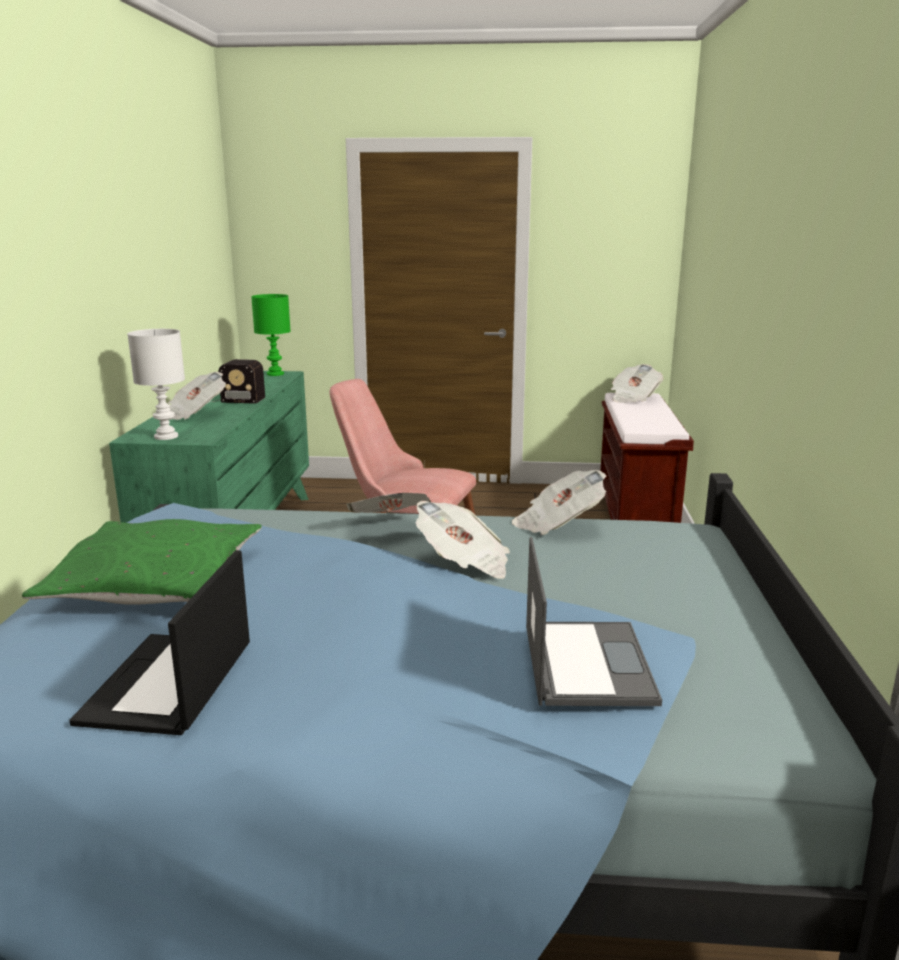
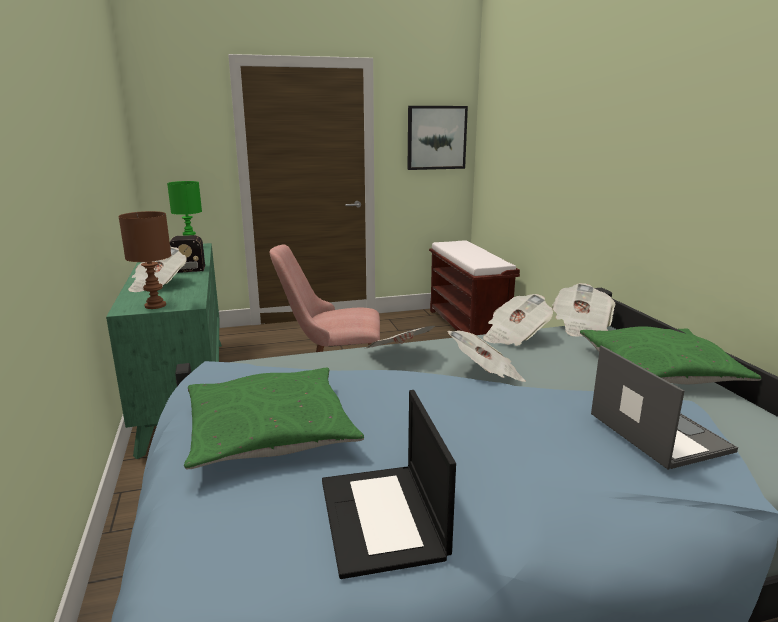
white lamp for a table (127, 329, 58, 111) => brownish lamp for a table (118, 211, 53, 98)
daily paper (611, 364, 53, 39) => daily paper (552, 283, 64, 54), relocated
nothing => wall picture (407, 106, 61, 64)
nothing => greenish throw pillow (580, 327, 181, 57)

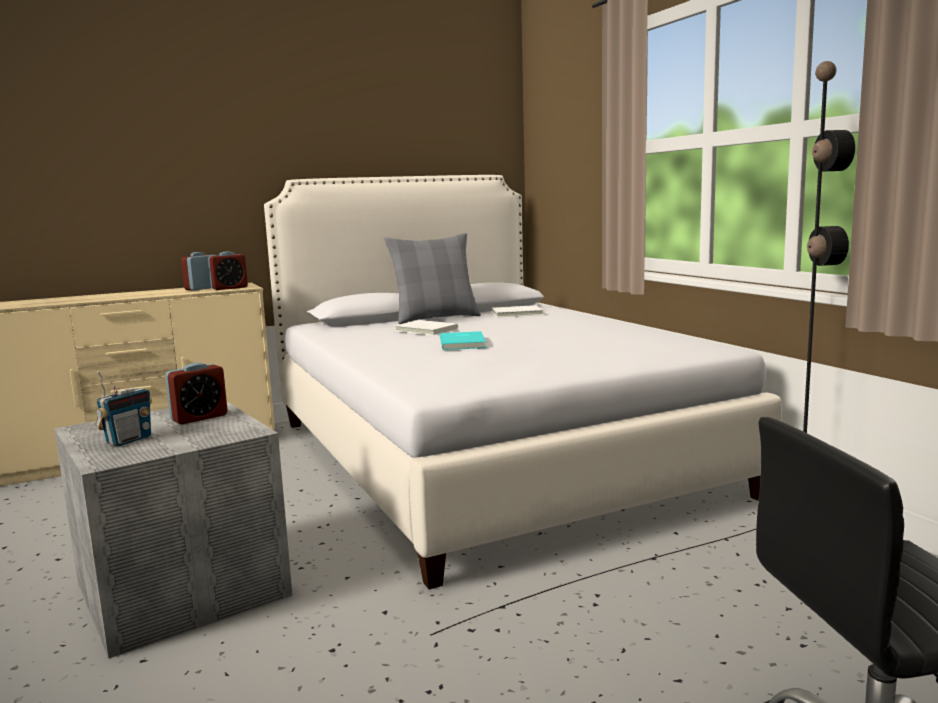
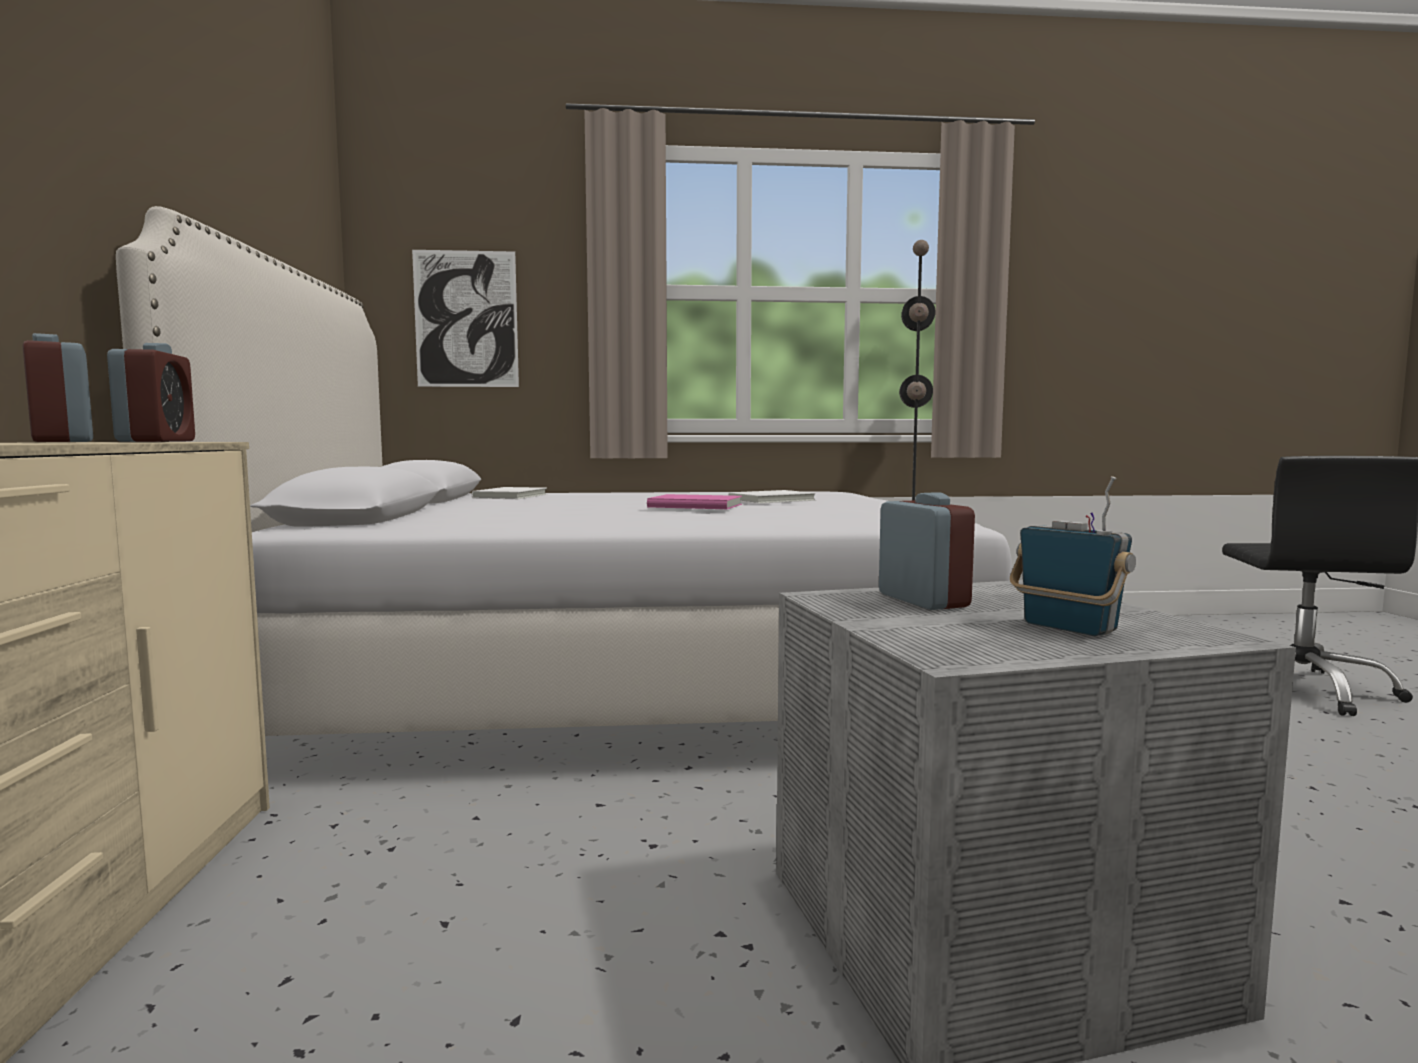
greyish throw pillow (384, 233, 97, 91) => nothing
white volume (395, 320, 63, 15) => white volume (728, 490, 88, 14), relocated
turquoise-coloured volume (440, 331, 47, 19) => pink volume (647, 494, 95, 15)
nothing => wall picture (412, 250, 107, 137)

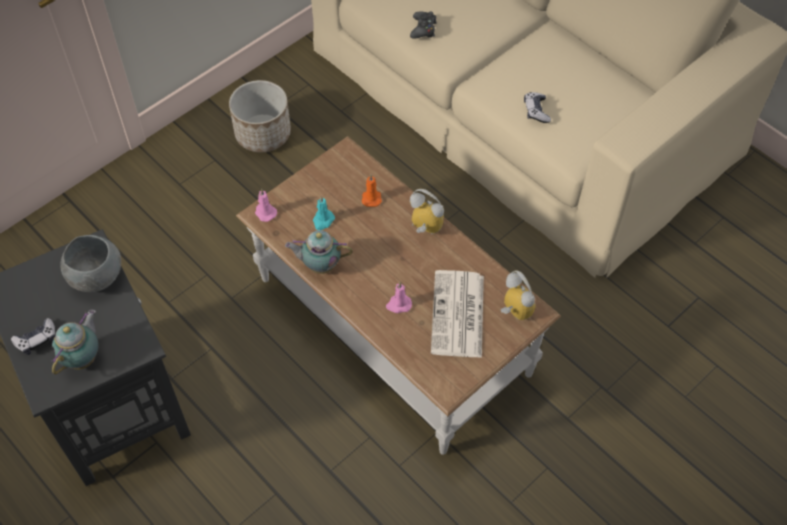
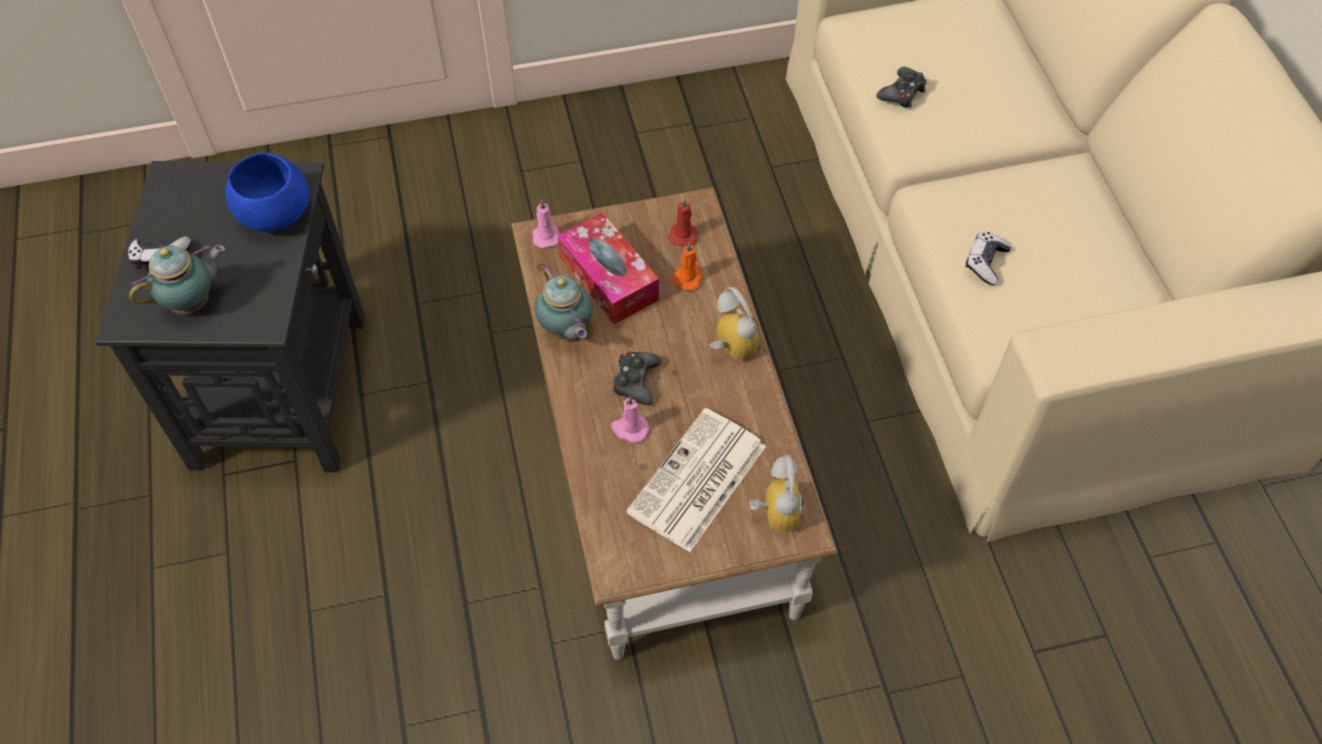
greyish deep dish (60, 235, 61, 57) => blue deep dish (225, 152, 85, 80)
plant pot (229, 80, 62, 72) => nothing
tea pot (285, 230, 68, 44) => tea pot (535, 265, 58, 75), 150 degrees counterclockwise
turquoise-coloured candle (313, 196, 22, 34) => tissue holder (557, 212, 102, 112)
nothing => black-coloured game controller (612, 351, 49, 54)
nothing => red-coloured candle (668, 198, 29, 48)

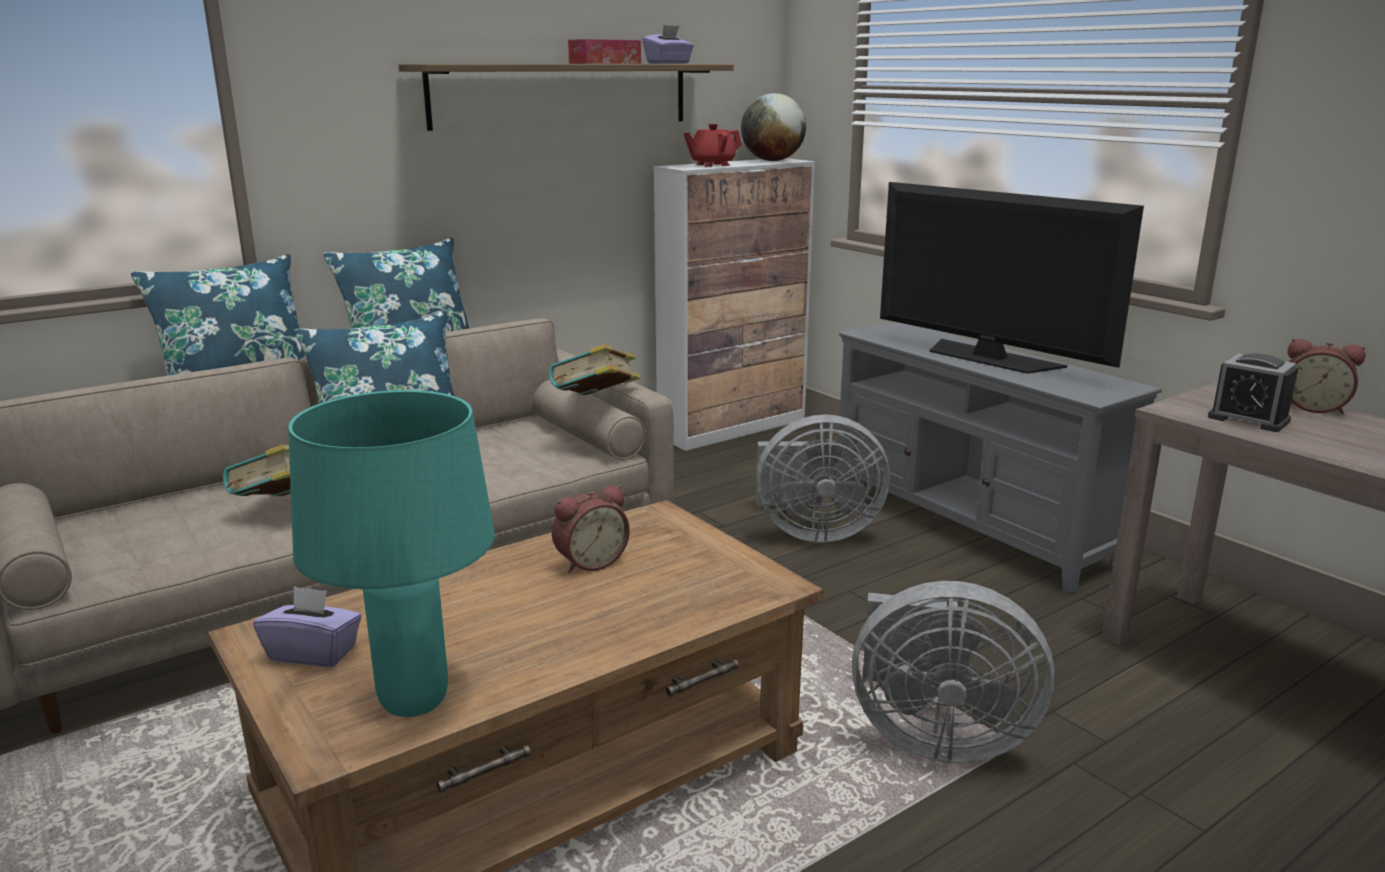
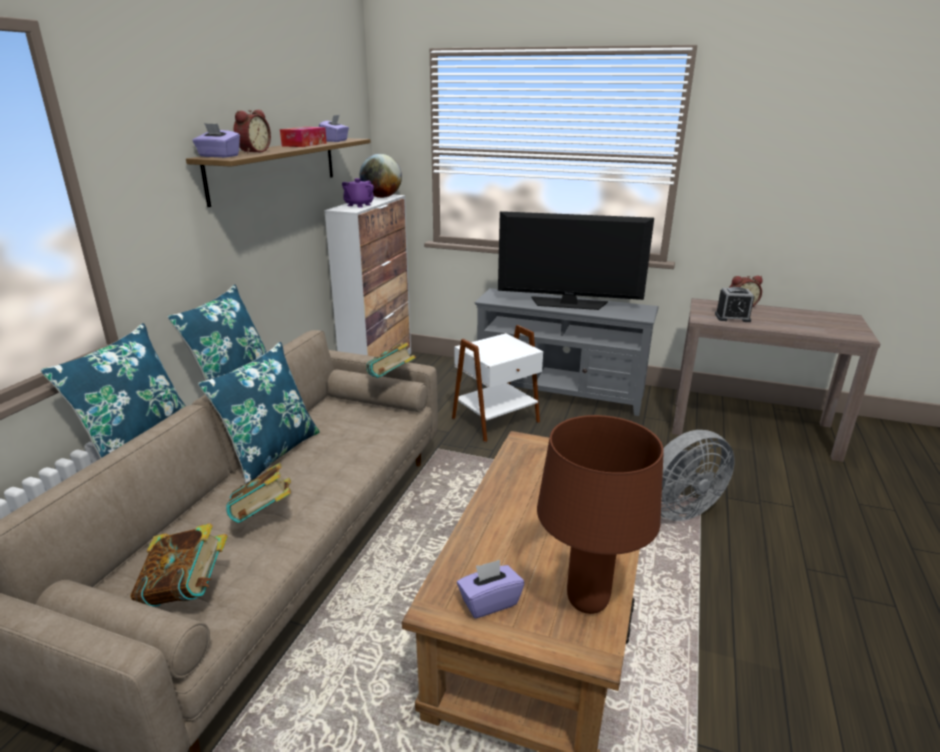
turquoise-coloured lamp for a table (288, 390, 207, 327) => brownish lamp for a table (537, 415, 127, 199)
table clock (552, 485, 78, 88) => table clock (234, 110, 37, 44), relocated
red-coloured tea pot (683, 124, 59, 43) => purplish tea pot (342, 178, 32, 30)
greyish electric fan (756, 414, 134, 128) => white side table (452, 325, 91, 117)
nothing => volume (131, 523, 97, 84)
nothing => purplish tissue holder (193, 123, 47, 35)

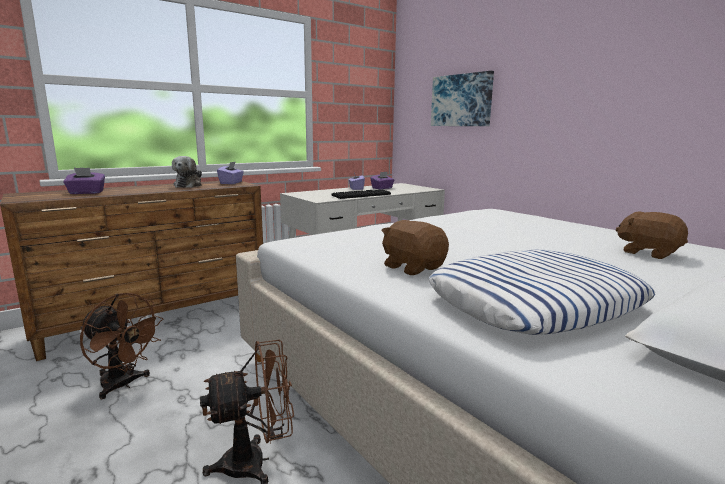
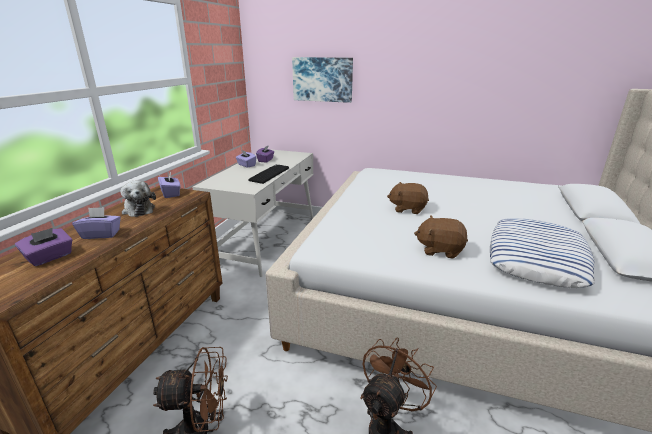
brownish plush toy (616, 211, 72, 48) => brownish plush toy (387, 182, 42, 32), relocated
nothing => purplish tissue holder (72, 207, 49, 32)

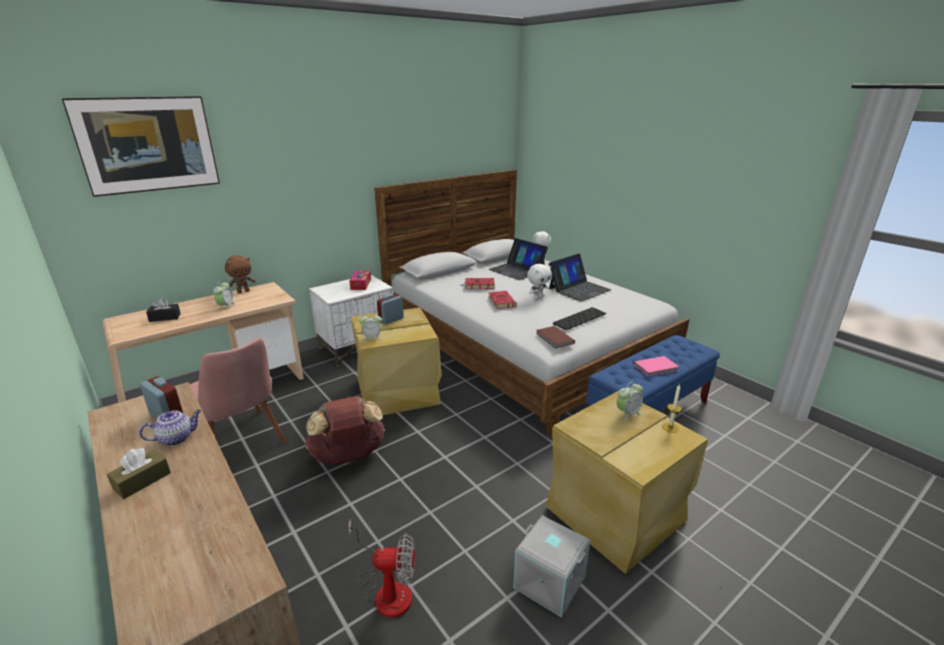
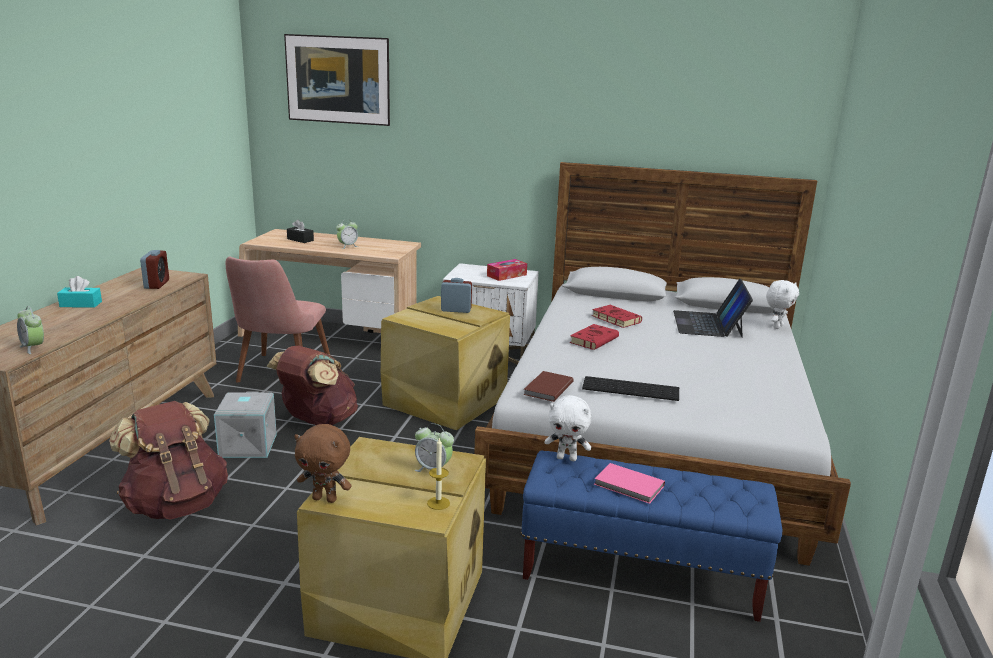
brownish tissue holder (107, 448, 64, 51) => turquoise-coloured tissue holder (57, 276, 45, 32)
tea pot (139, 410, 62, 36) => nothing
brownish plush toy (225, 255, 30, 38) => brownish plush toy (294, 424, 57, 79), relocated
electric fan (348, 519, 67, 99) => brownish backpack (109, 401, 119, 119)
table clock (359, 313, 23, 28) => table clock (17, 306, 27, 48), relocated
greyish storage box (513, 515, 77, 103) => greyish storage box (214, 391, 63, 67), relocated
white plush toy (527, 264, 25, 35) => white plush toy (544, 395, 48, 66), relocated
notebook computer (549, 253, 62, 49) => nothing

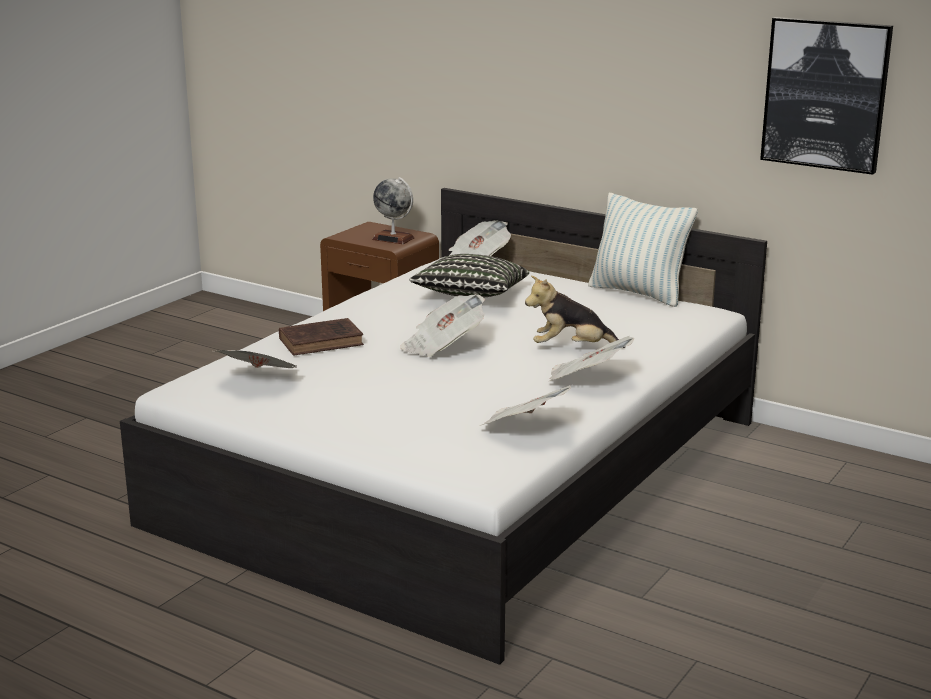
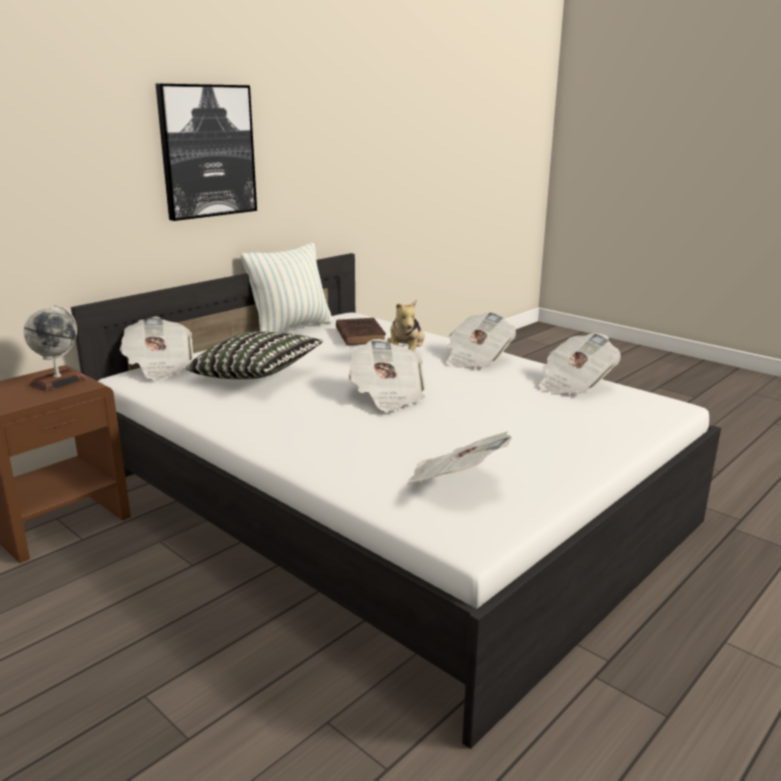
brownish volume (279, 318, 85, 38) => brownish volume (336, 318, 50, 28), relocated
wall picture (760, 17, 133, 158) => wall picture (156, 84, 101, 137), relocated

